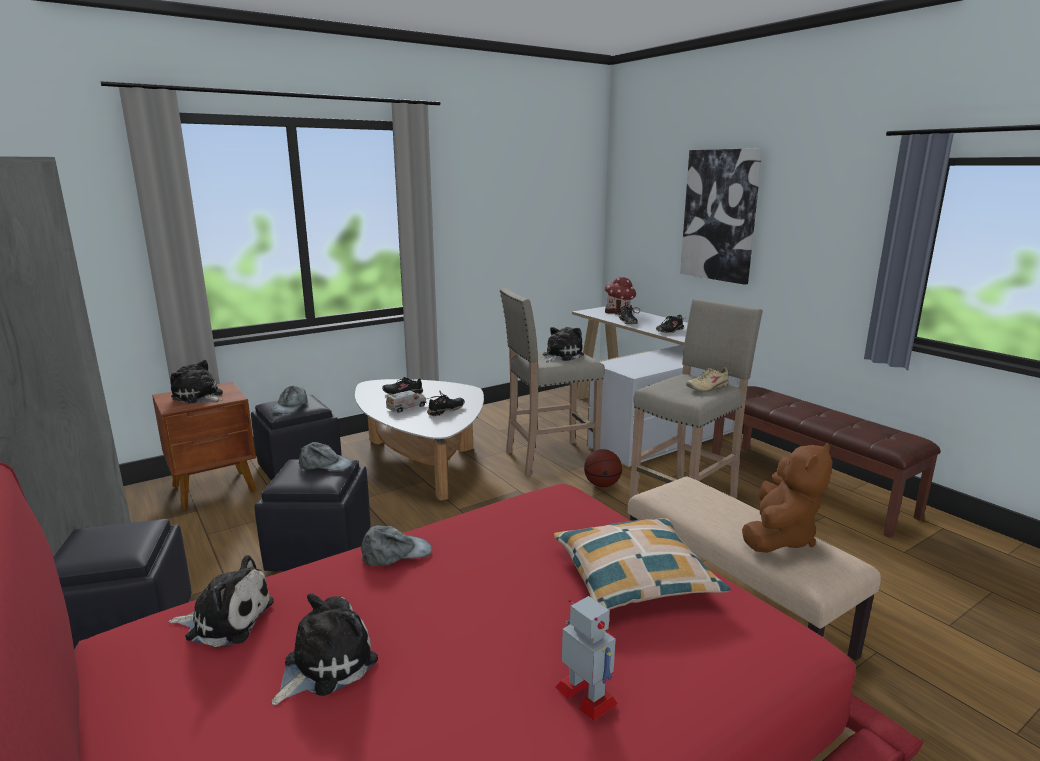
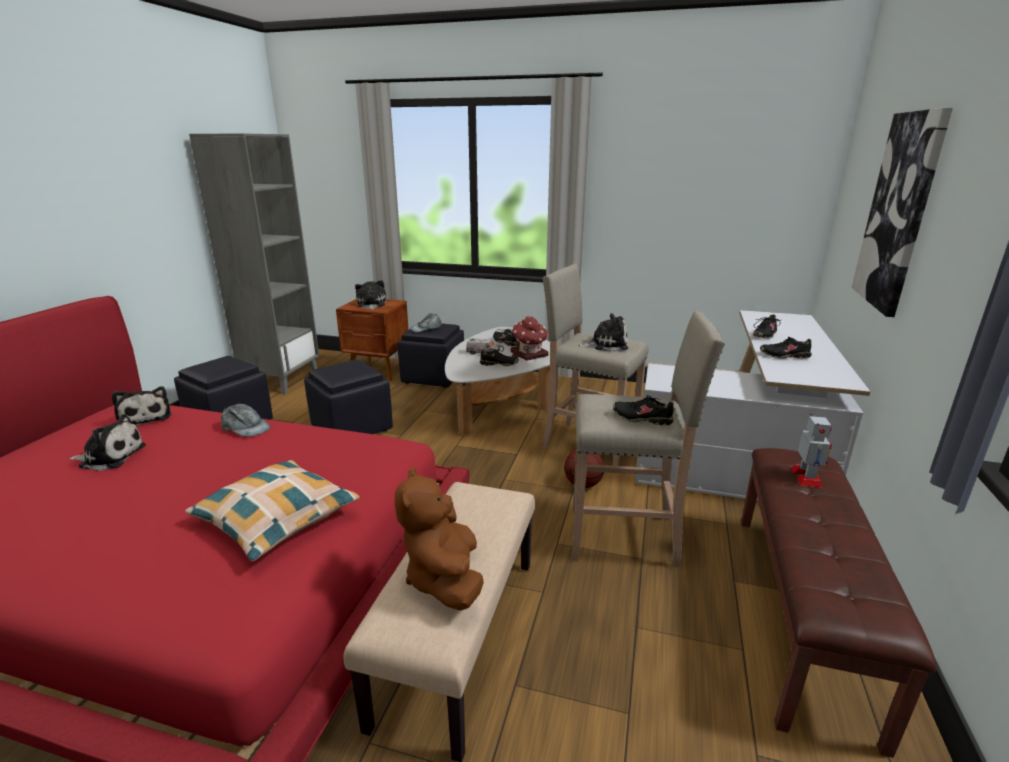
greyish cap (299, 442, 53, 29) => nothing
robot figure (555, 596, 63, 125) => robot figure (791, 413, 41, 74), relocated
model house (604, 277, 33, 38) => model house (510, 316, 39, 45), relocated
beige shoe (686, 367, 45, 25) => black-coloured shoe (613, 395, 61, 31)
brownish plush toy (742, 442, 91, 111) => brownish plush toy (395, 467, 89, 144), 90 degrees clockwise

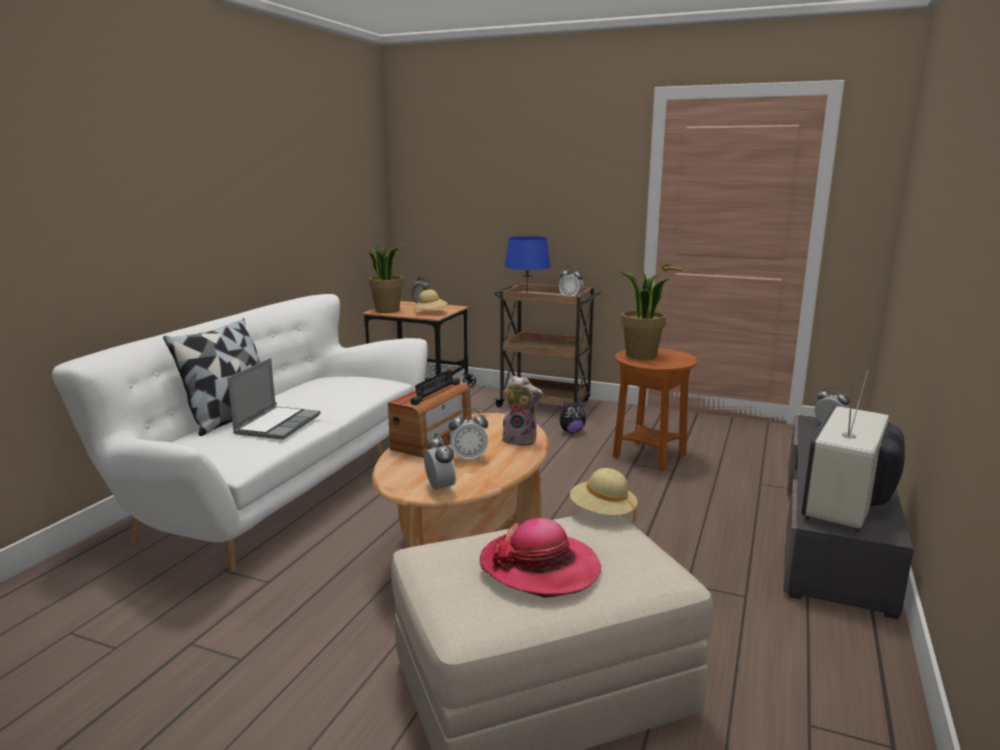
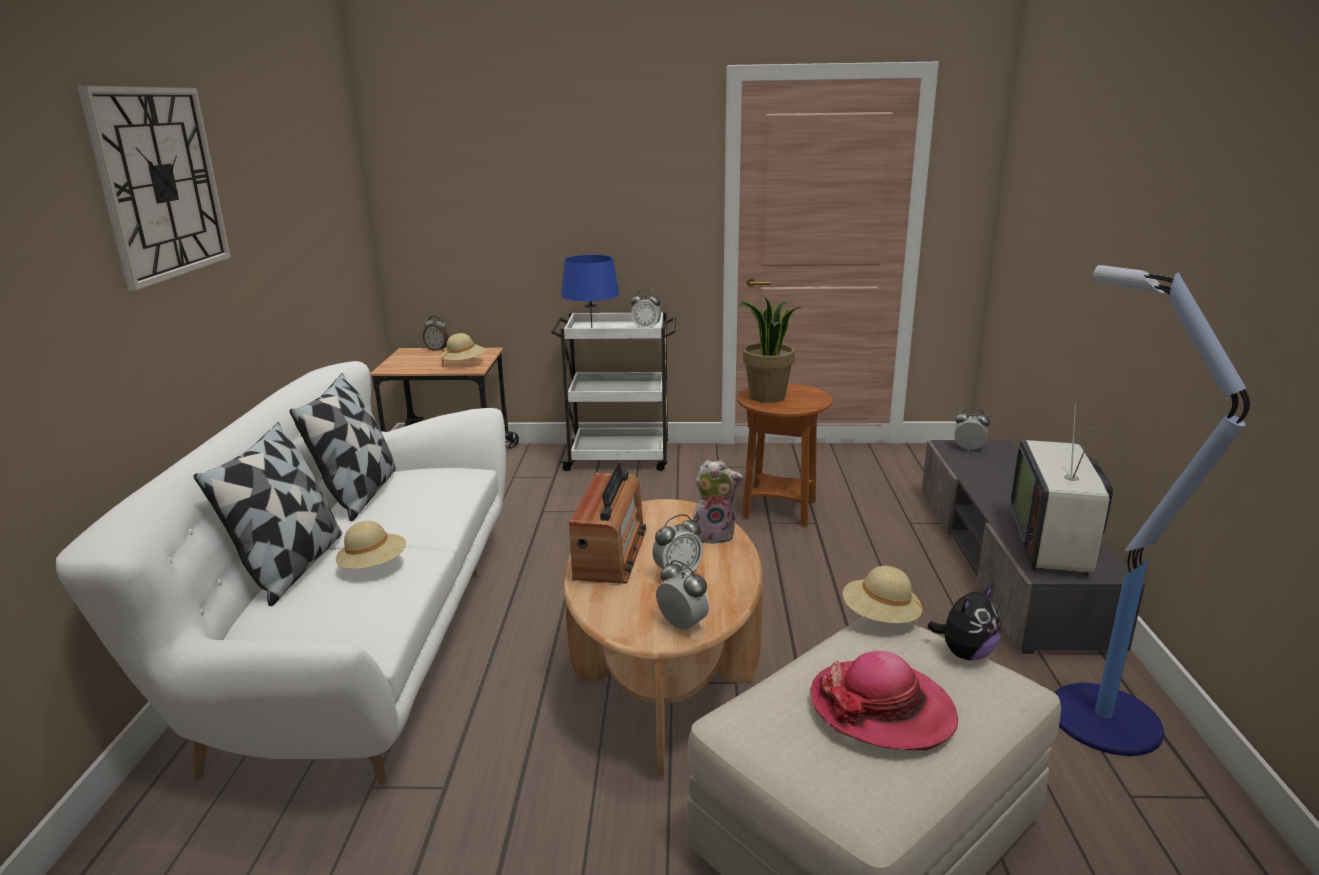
notebook computer (227, 358, 94, 82) => beige clothing hat (336, 521, 70, 48)
plant in a pot (369, 241, 37, 72) => nothing
brownish trolley (493, 283, 108, 124) => white trolley (551, 312, 125, 159)
plush toy (559, 400, 27, 33) => plush toy (927, 583, 74, 77), relocated
nothing => wall clock (77, 86, 154, 204)
nothing => throw pillow (289, 373, 107, 148)
nothing => standing lamp (1054, 265, 196, 491)

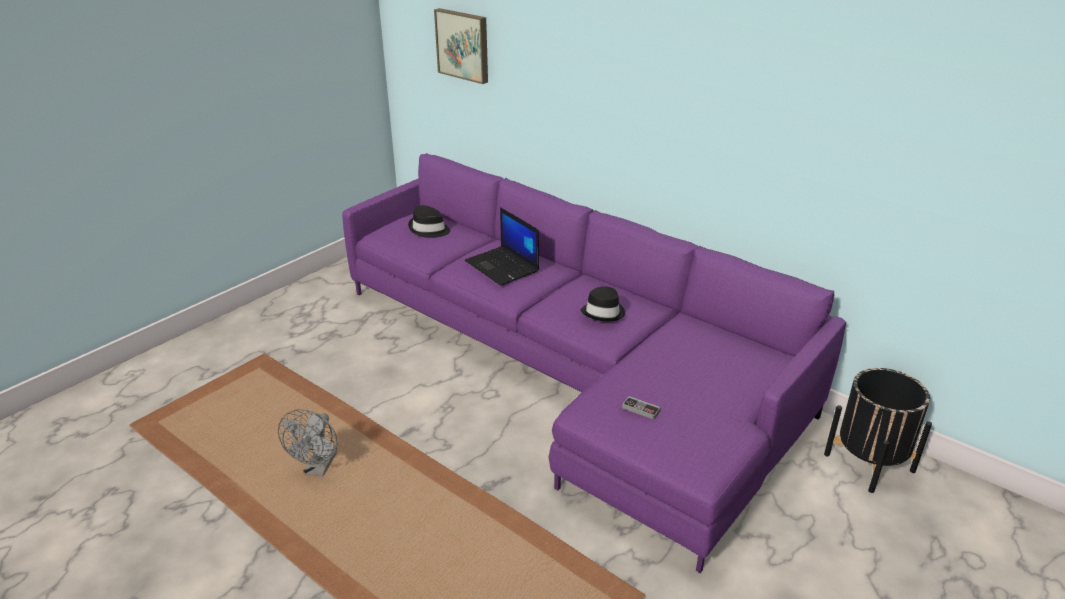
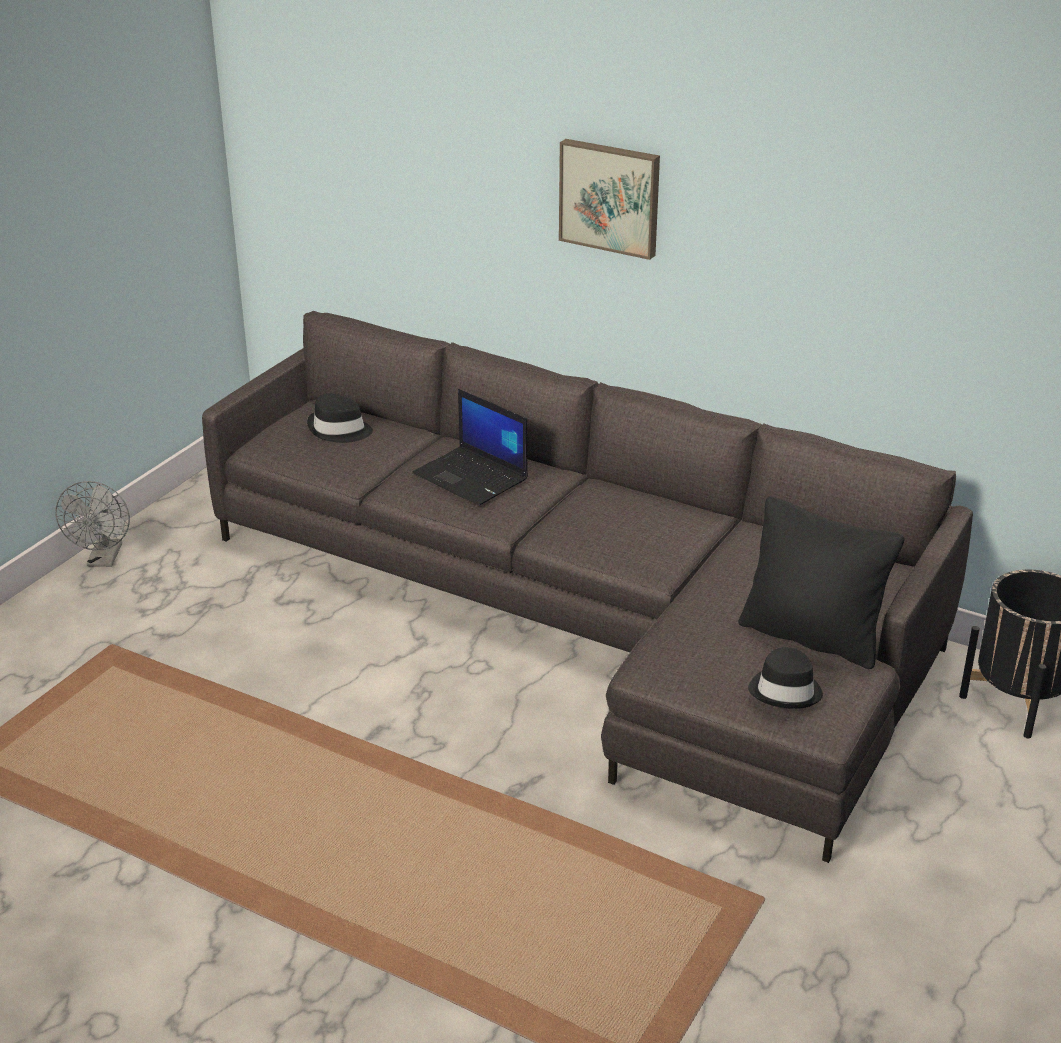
greyish electric fan (278, 409, 60, 68) => greyish electric fan (55, 481, 75, 86), relocated
purplish sofa (342, 153, 504, 420) => greyish sofa (202, 311, 771, 552)
wall picture (434, 8, 54, 76) => wall picture (559, 139, 101, 121), relocated
black-coloured clothing hat (581, 286, 44, 36) => black-coloured clothing hat (748, 647, 75, 62), relocated
game controller (622, 396, 39, 24) => nothing
nothing => black-coloured throw pillow (738, 497, 166, 172)

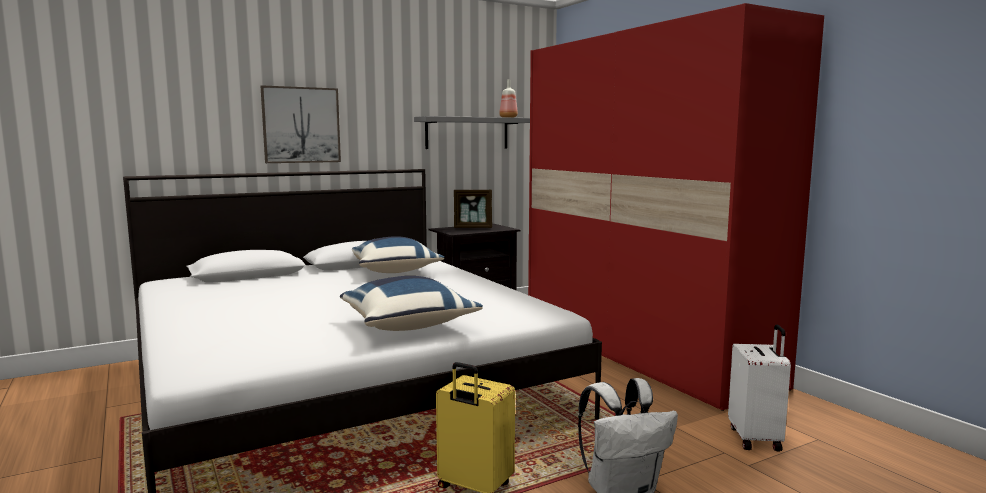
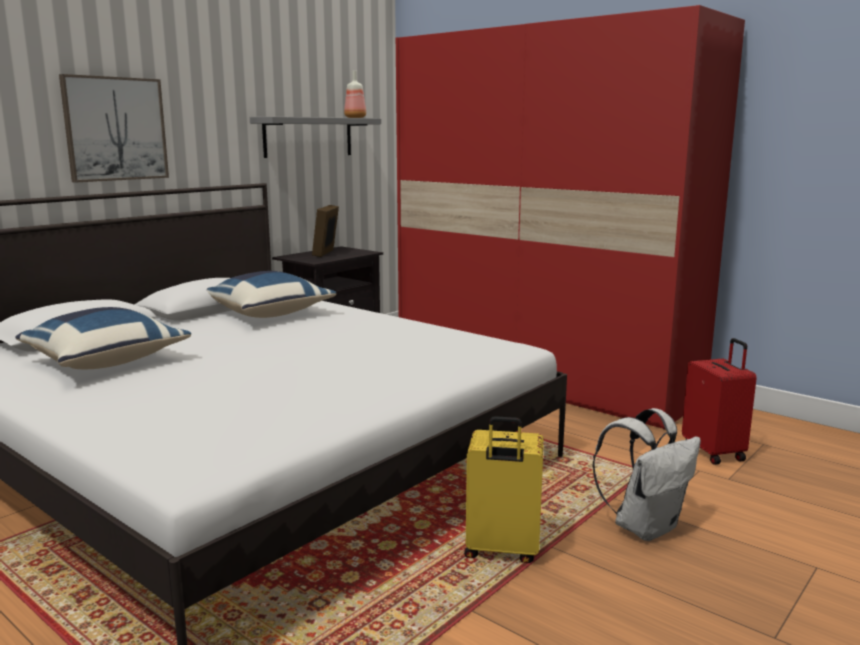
blue throw pillow (340, 276, 143, 55) => blue throw pillow (16, 307, 175, 62), relocated
standing frame (454, 190, 38, 38) => standing frame (312, 205, 27, 52), 120 degrees clockwise
white piece of luggage (728, 325, 63, 126) => red-coloured piece of luggage (682, 338, 75, 127)

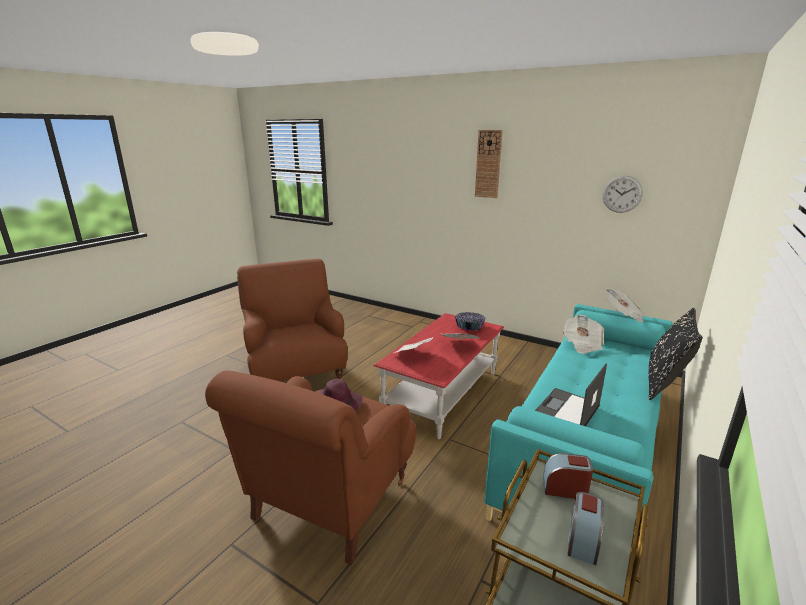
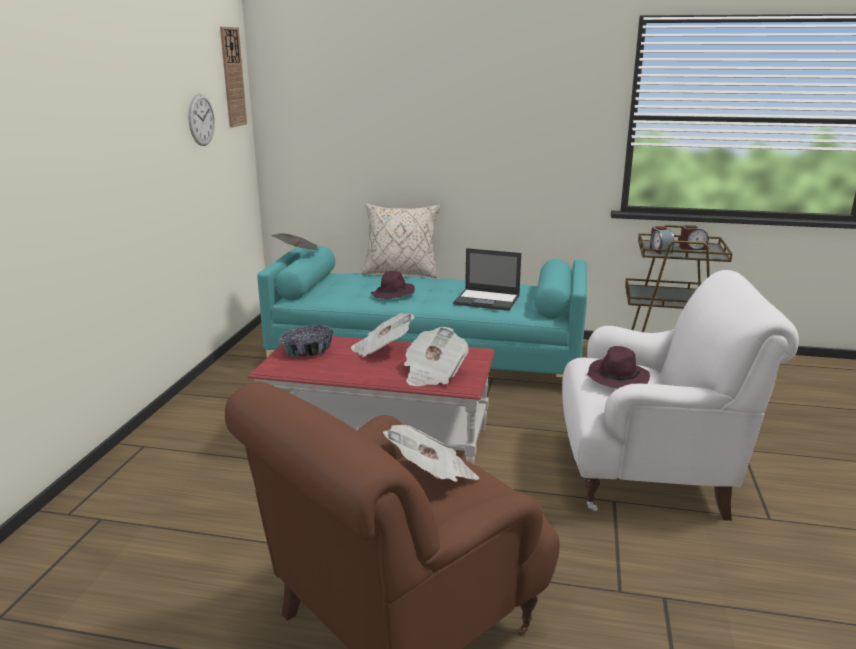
brownish lounge chair (205, 370, 211, 195) => white lounge chair (562, 270, 237, 251)
wall clock (475, 130, 28, 68) => wall clock (220, 27, 27, 101), relocated
daily paper (563, 315, 41, 39) => daily paper (383, 425, 97, 57), relocated
black-coloured throw pillow (648, 308, 55, 92) => beige throw pillow (361, 203, 79, 75)
nothing => purplish clothing hat (370, 271, 45, 28)

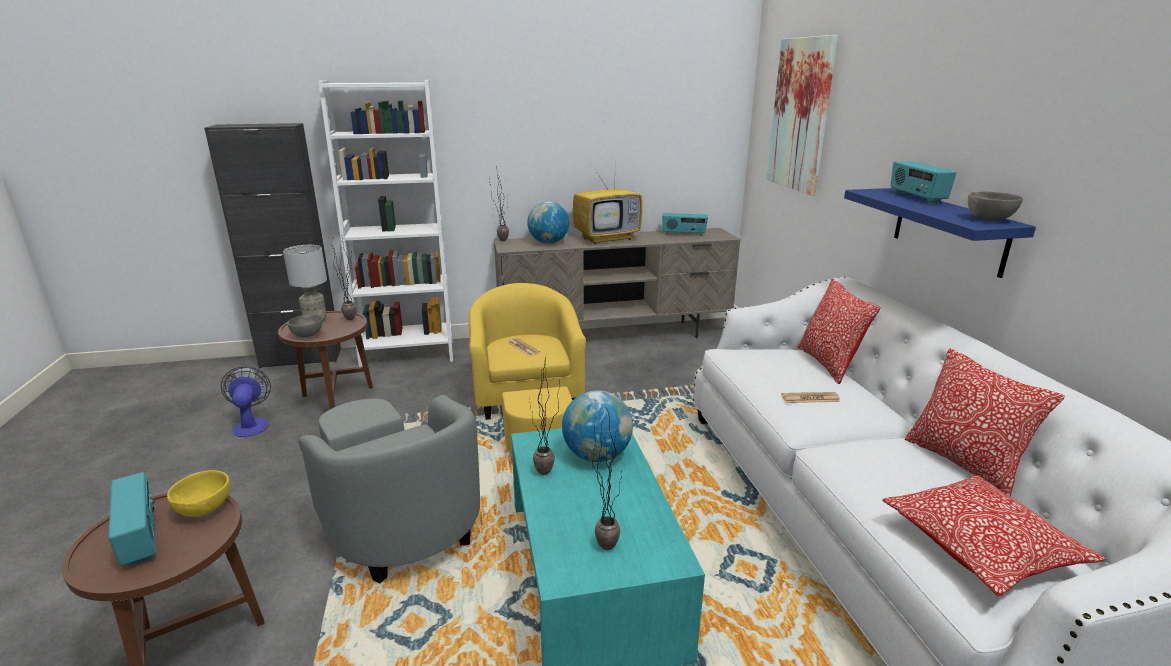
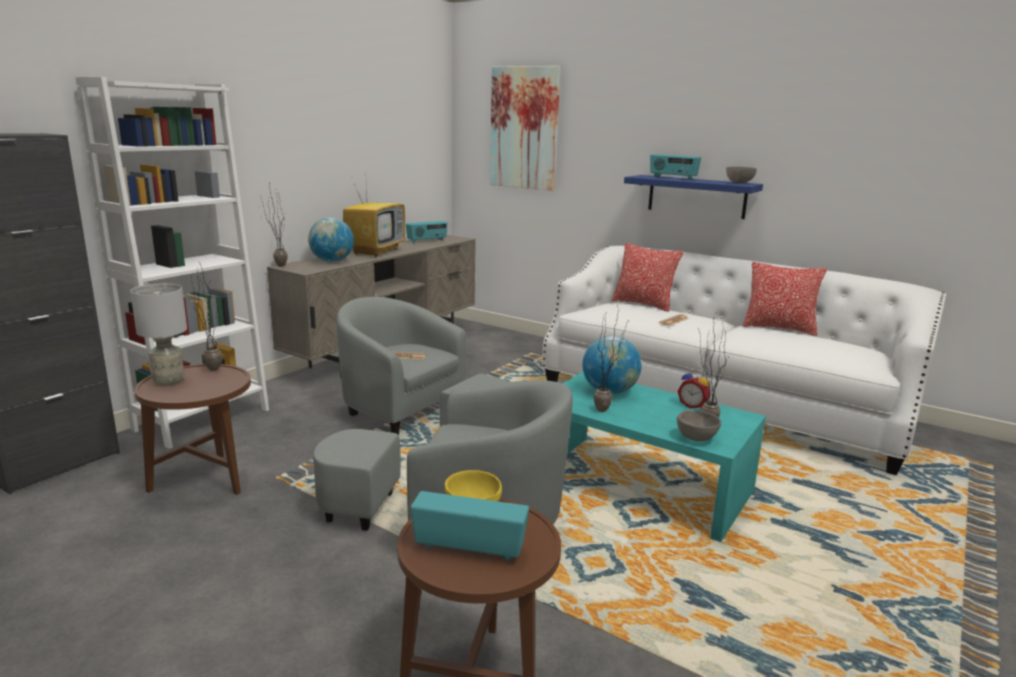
electric fan (221, 367, 50, 70) => nothing
greyish deep dish (288, 314, 35, 23) => greyish deep dish (677, 410, 44, 31), relocated
yellow lounge chair (469, 283, 117, 171) => greyish lounge chair (336, 297, 173, 138)
throw pillow (882, 475, 224, 121) => nothing
nothing => table clock (678, 369, 31, 40)

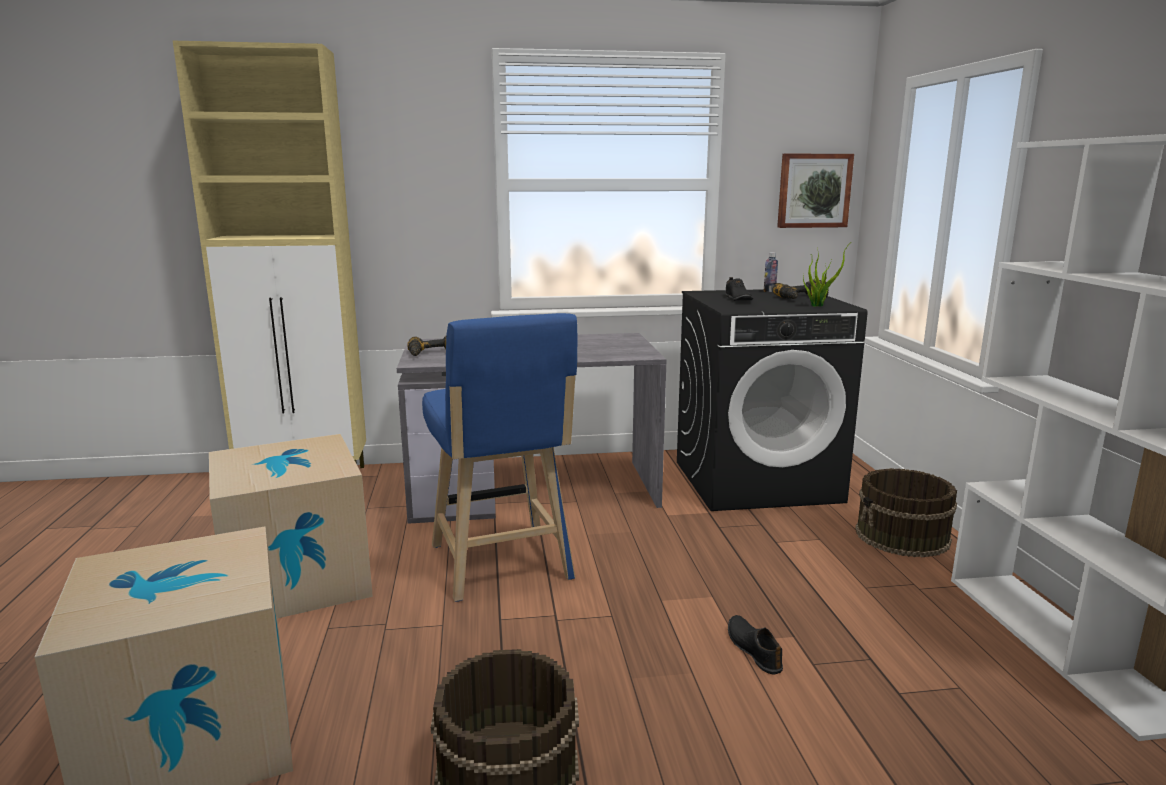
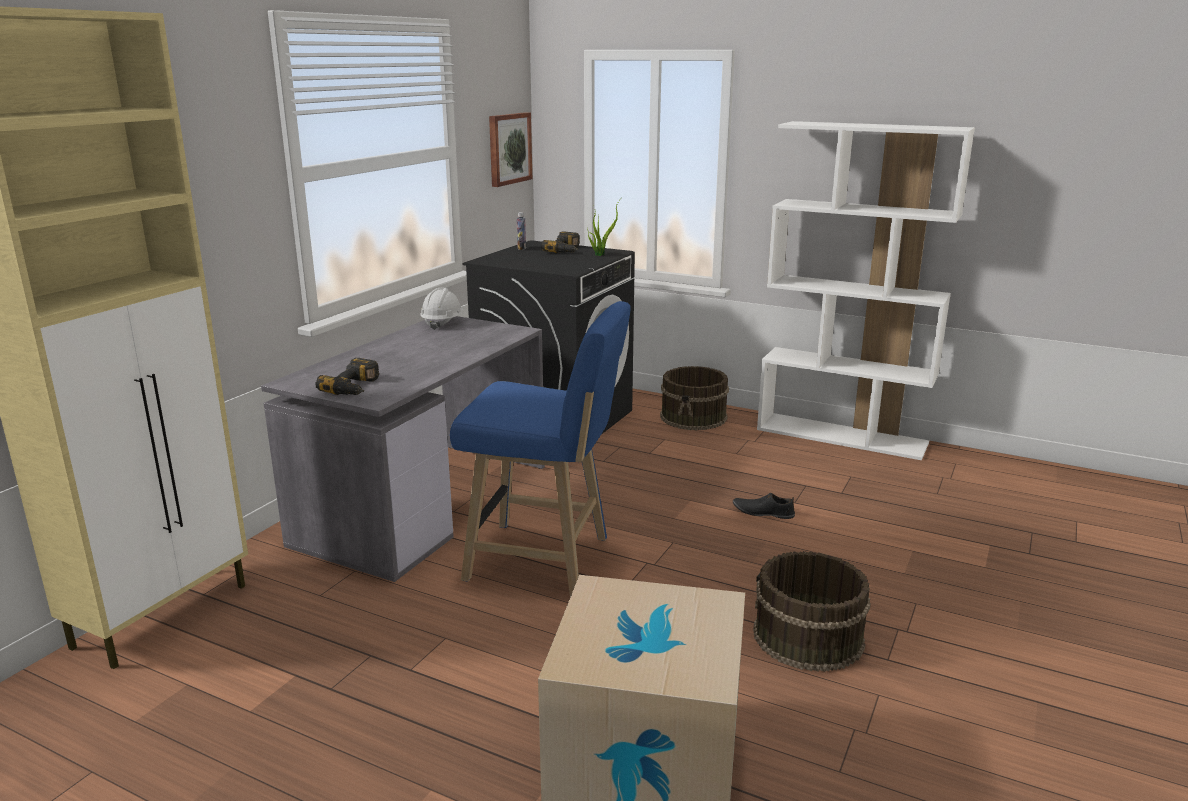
cardboard box (209, 434, 164, 185) => nothing
black-coloured shoe (725, 277, 28, 24) => nothing
nothing => white work helmet (420, 288, 44, 42)

